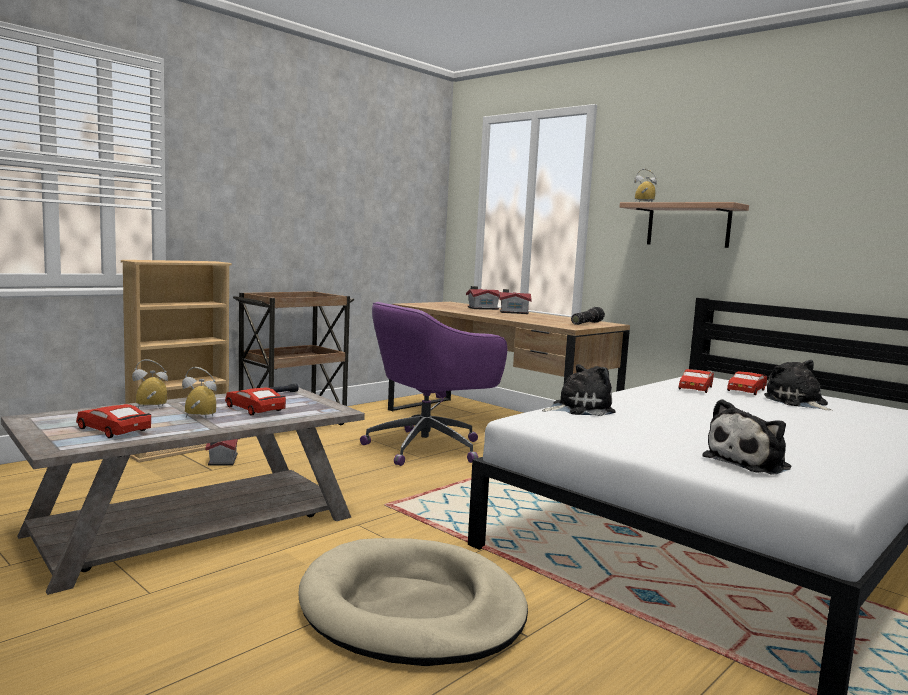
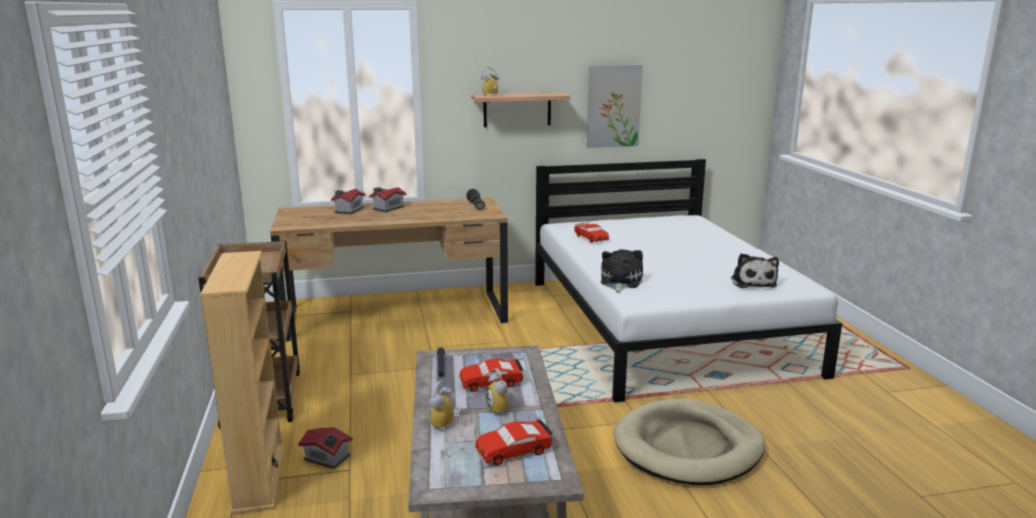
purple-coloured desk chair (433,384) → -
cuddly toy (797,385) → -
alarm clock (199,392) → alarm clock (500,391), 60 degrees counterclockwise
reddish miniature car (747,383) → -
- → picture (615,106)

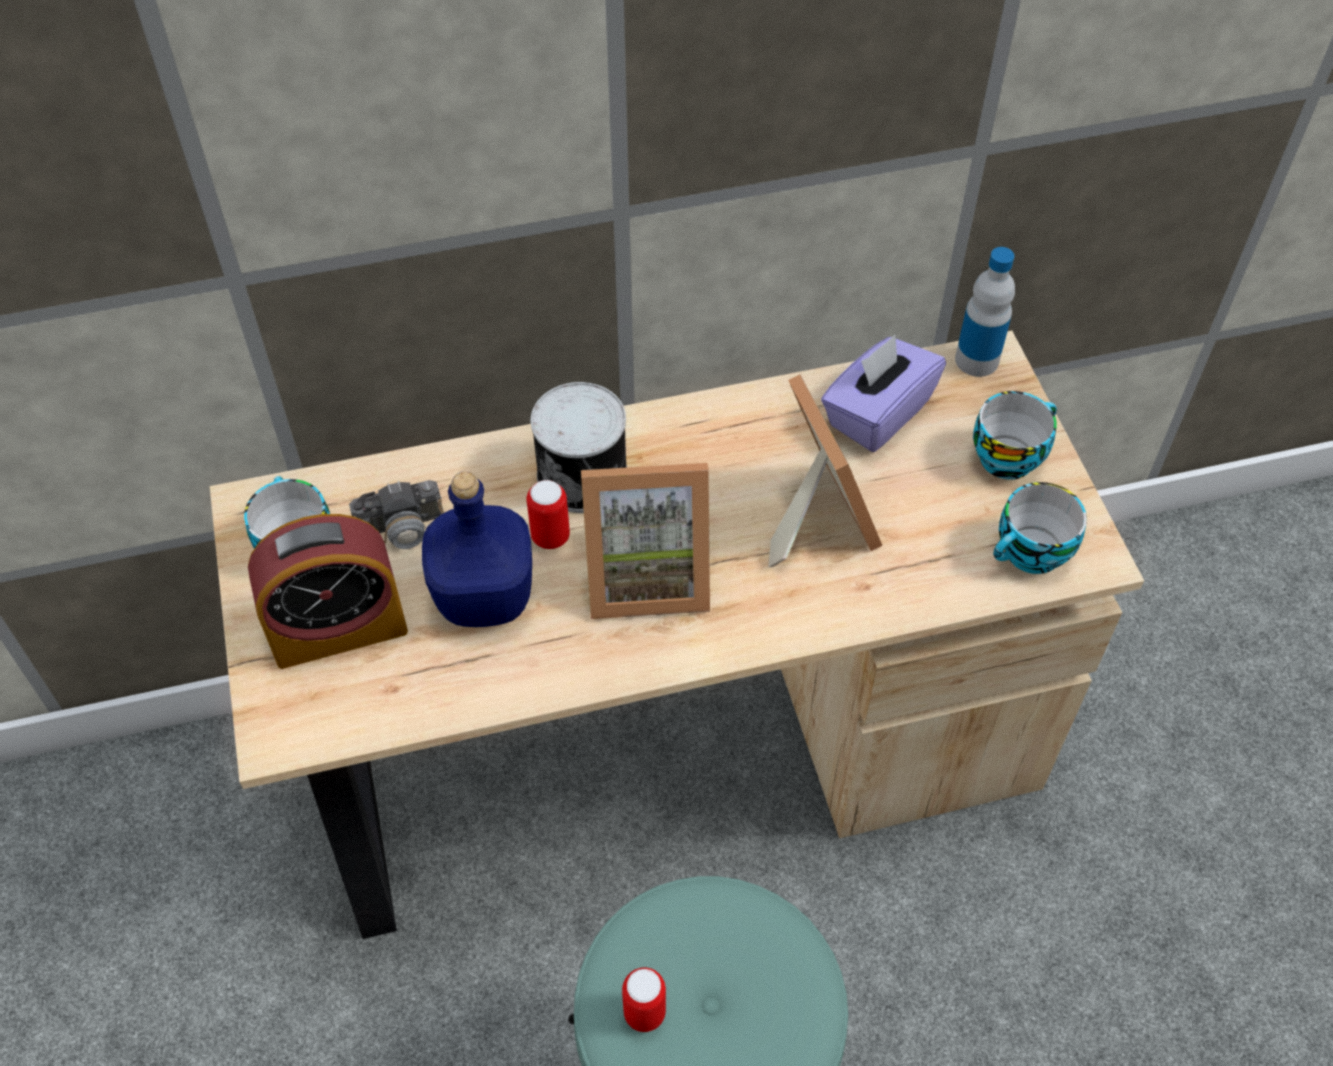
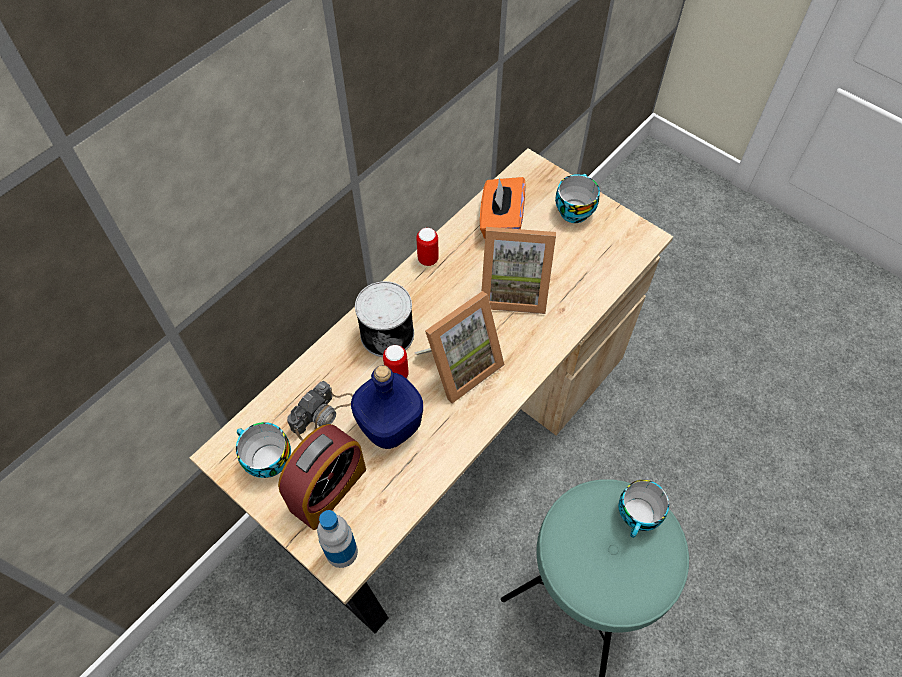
beverage bottle (985,312) → beverage bottle (337,539), move
purple-coloured tissue box (883,393) → orangey tissue box (503,208)
standing frame (825,470) → standing frame (518,270), 150 degrees clockwise
small cup (1040,528) → small cup (643,509), move
metal can (644,999) → metal can (427,247), move

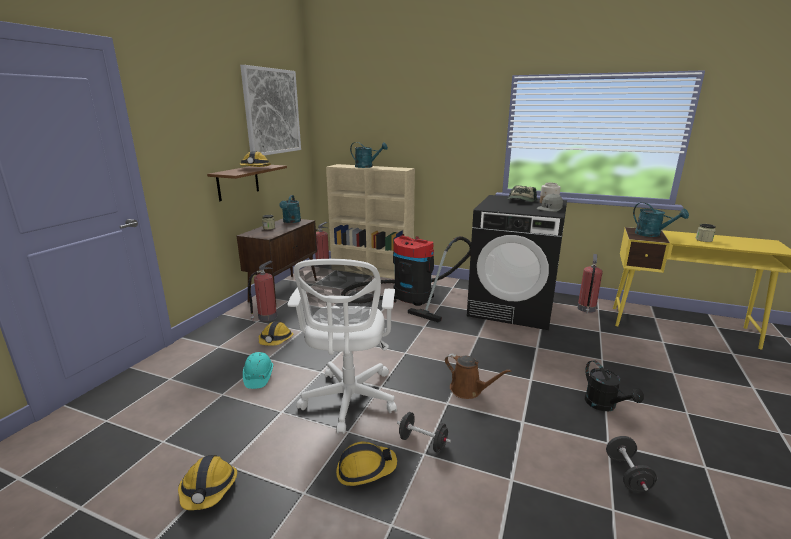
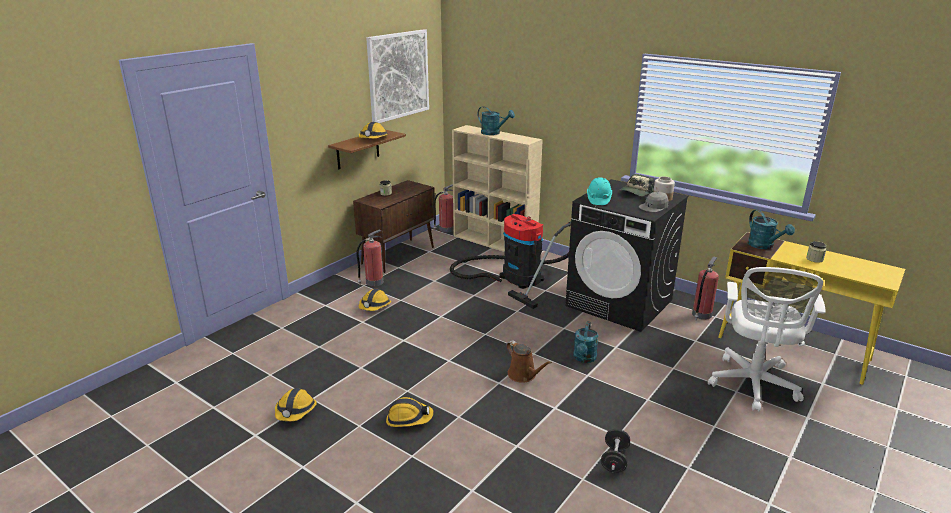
turquoise-coloured watering pot (290,209) → turquoise-coloured watering pot (585,342), move
whitish desk chair (342,346) → whitish desk chair (767,339), move
turquoise-coloured hard hat (258,370) → turquoise-coloured hard hat (599,191), move
black-coloured watering pot (614,385) → -
black-coloured hand weight (424,432) → -

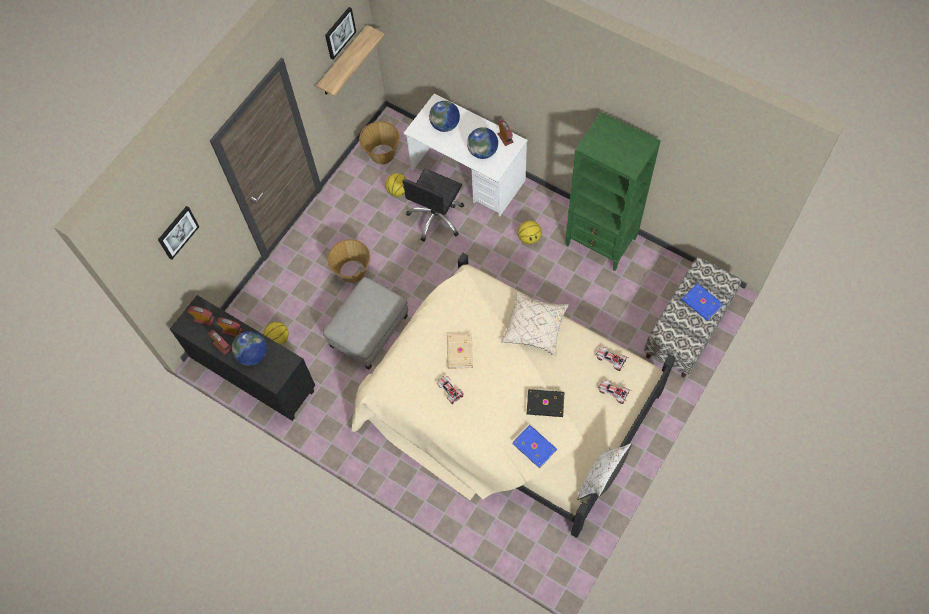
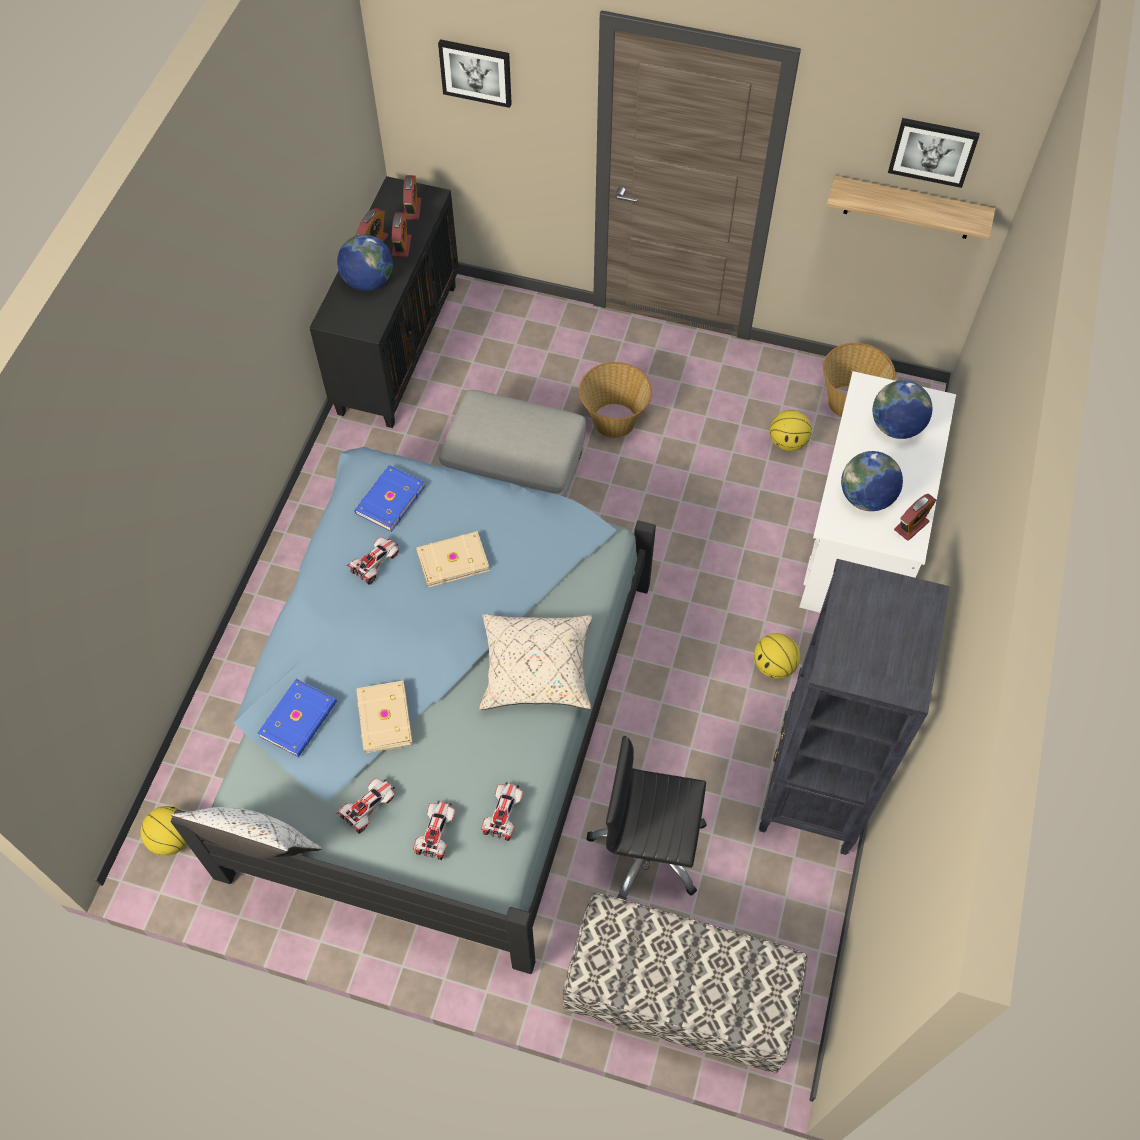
green bookshelf (613,191) → black-coloured bookshelf (854,707)
black-coloured desk chair (433,205) → black-coloured desk chair (646,818), move
beige bed (514,395) → blue bed (413,710)
blue volume (703,302) → blue volume (389,498), move
basketball (276,333) → basketball (164,831), move
black-coloured volume (545,403) → beige volume (384,717)
- → miniature car (365,805)

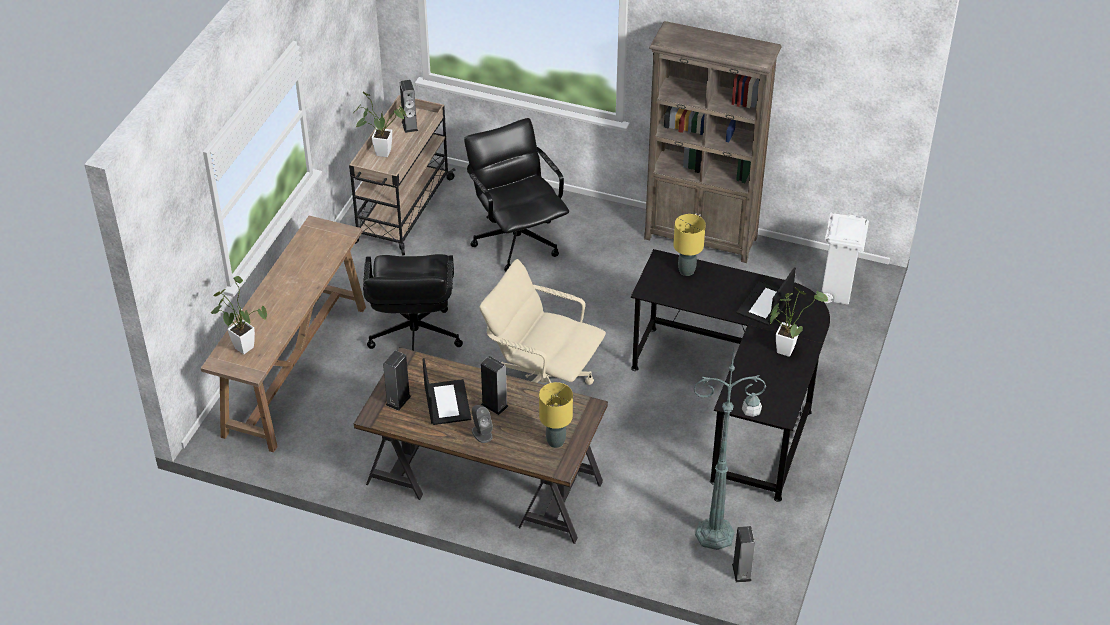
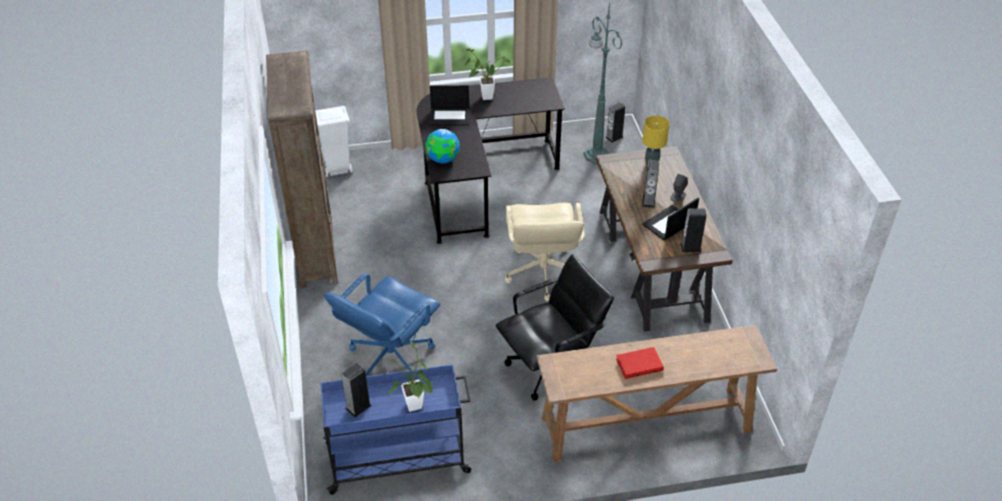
beige wheeled cart (402,175) → blue wheeled cart (395,429)
black-coloured desk chair (516,195) → blue desk chair (382,324)
yellow-coloured table lamp (689,245) → globe (442,146)
houseplant (238,315) → -
- → reddish volume (640,363)

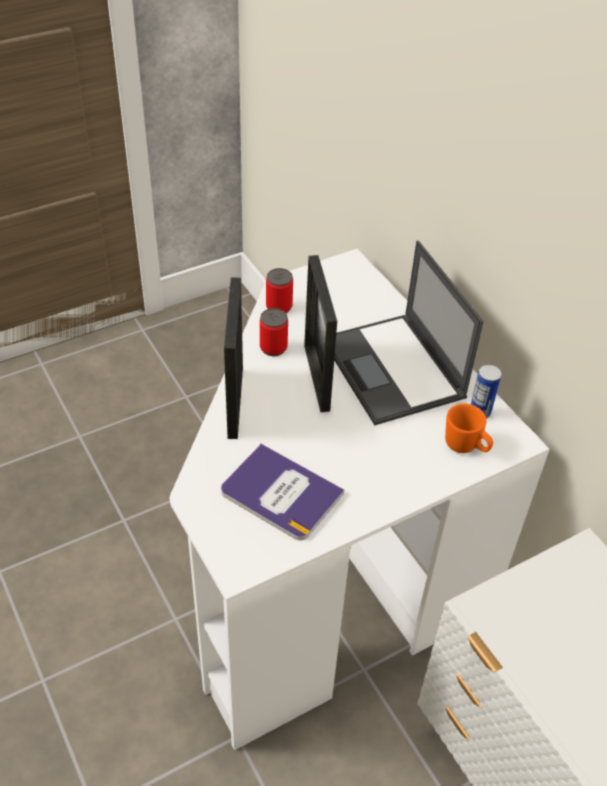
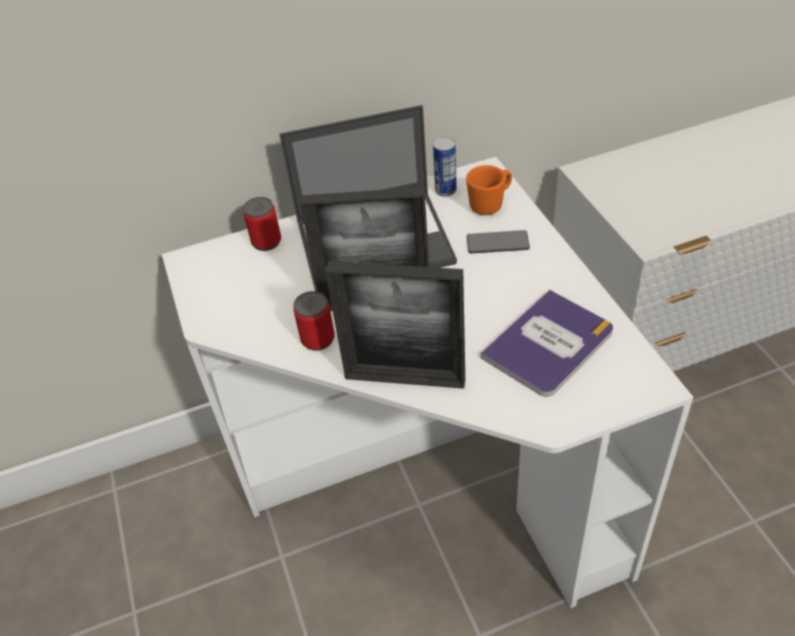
metal can (279,290) → metal can (262,224), move
- → phone (498,241)

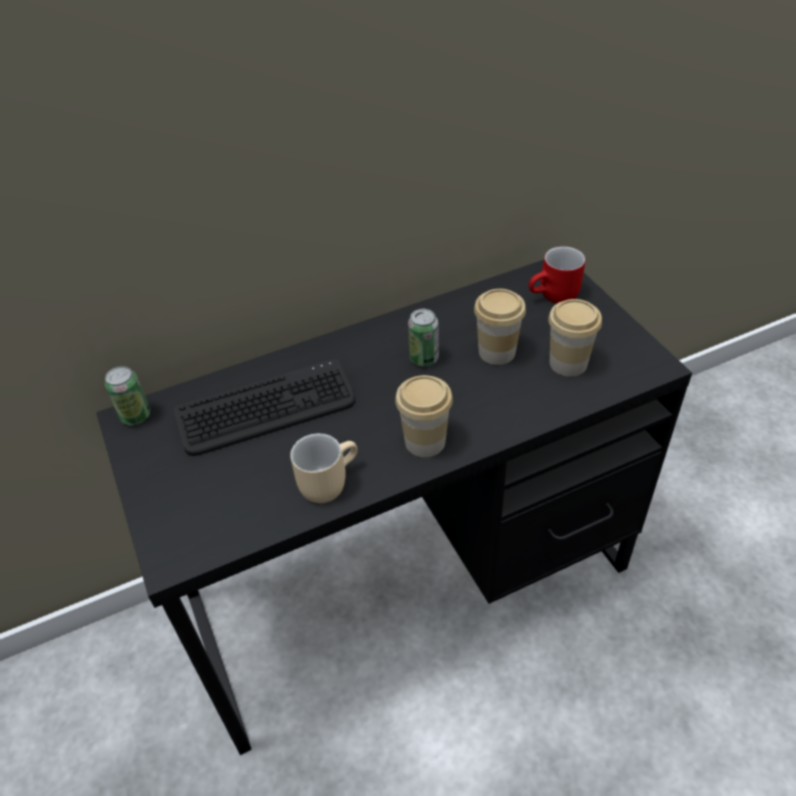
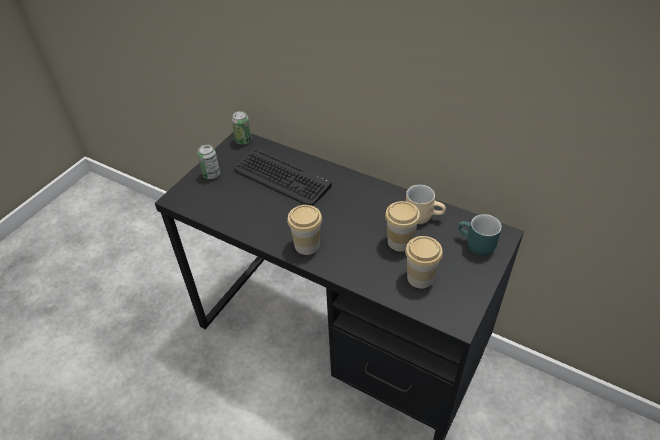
reddish tea mug (557,274) → turquoise-coloured tea mug (480,235)
metal can (423,337) → metal can (209,162), move
beige tea mug (324,468) → beige tea mug (426,204), move

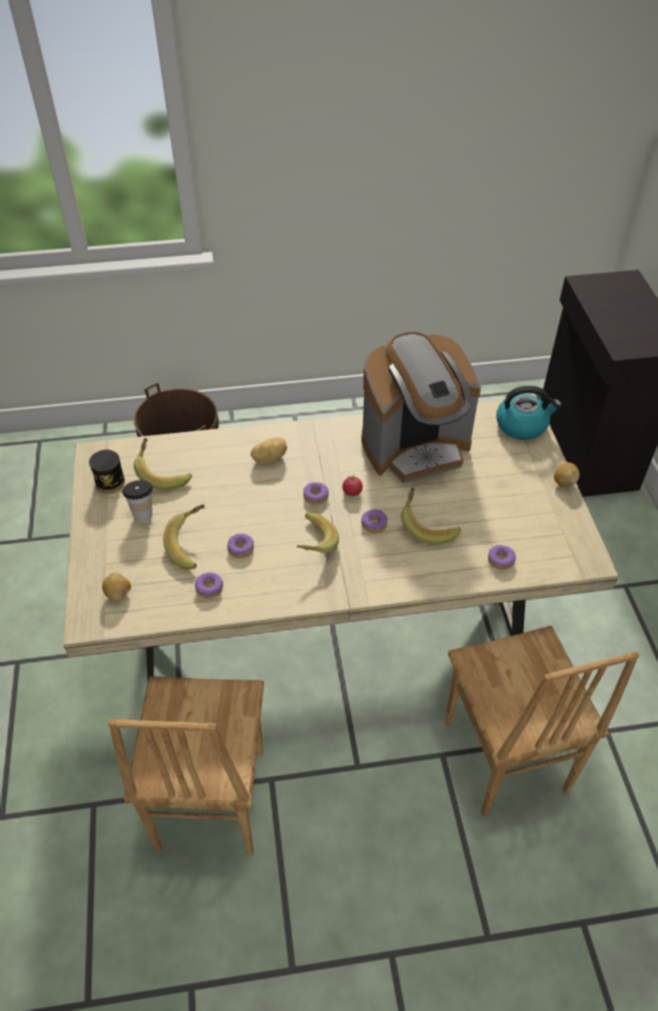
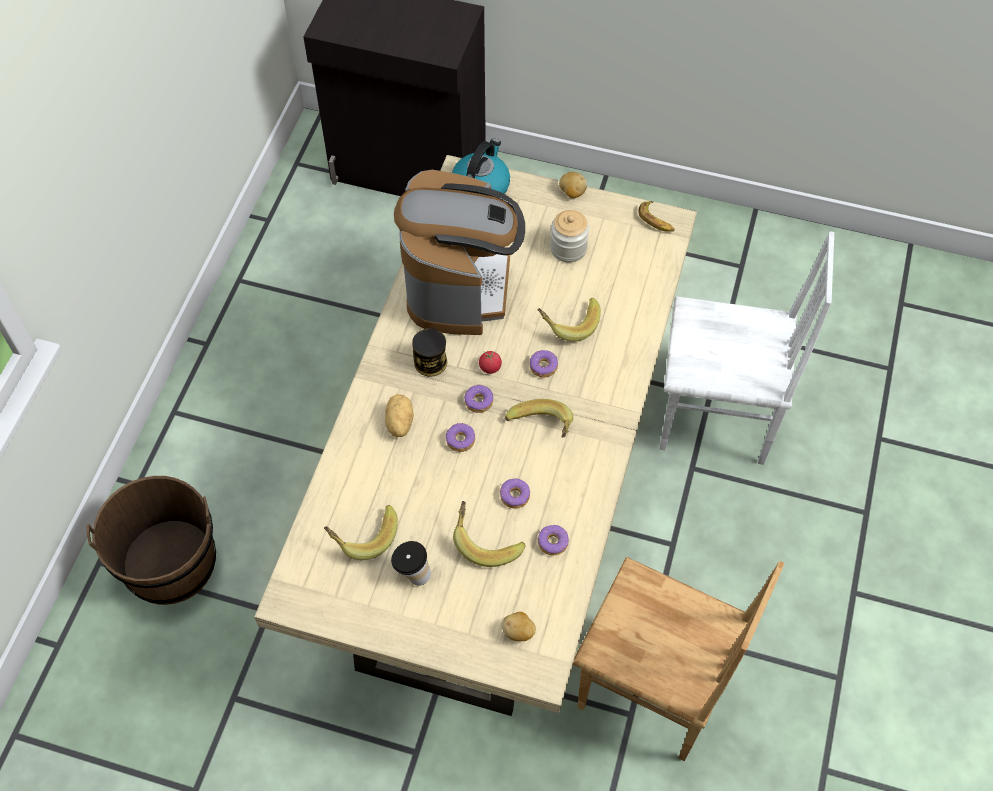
metal can (107,471) → metal can (429,352), move
doughnut (502,557) → doughnut (460,437), move
brown plain chair (542,721) → whitish plain chair (747,348)
- → banana fruit (656,216)
- → jar (569,236)

